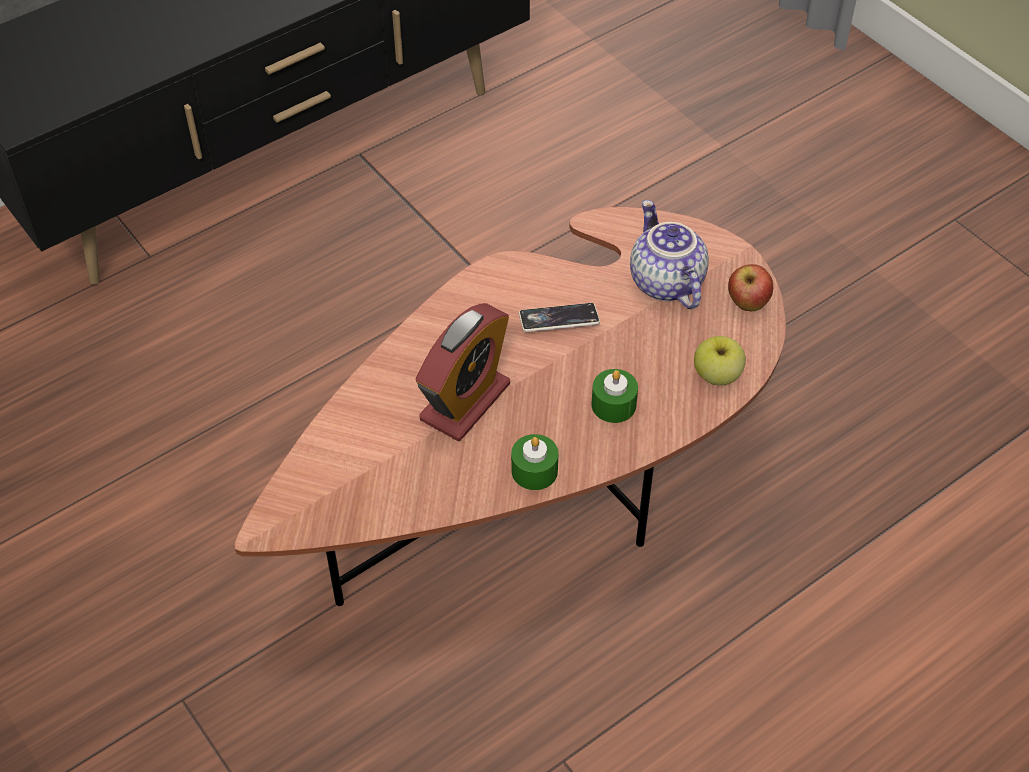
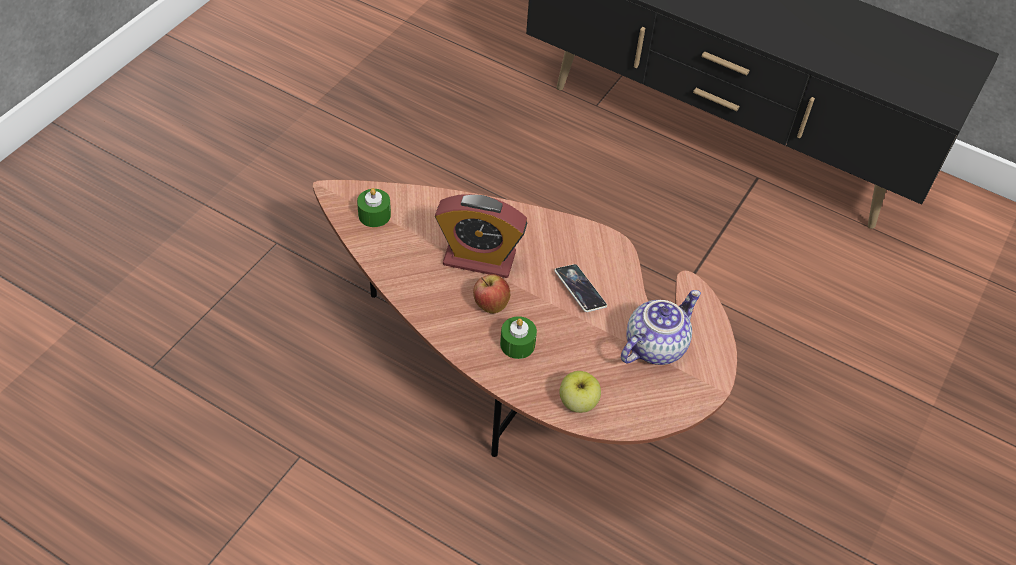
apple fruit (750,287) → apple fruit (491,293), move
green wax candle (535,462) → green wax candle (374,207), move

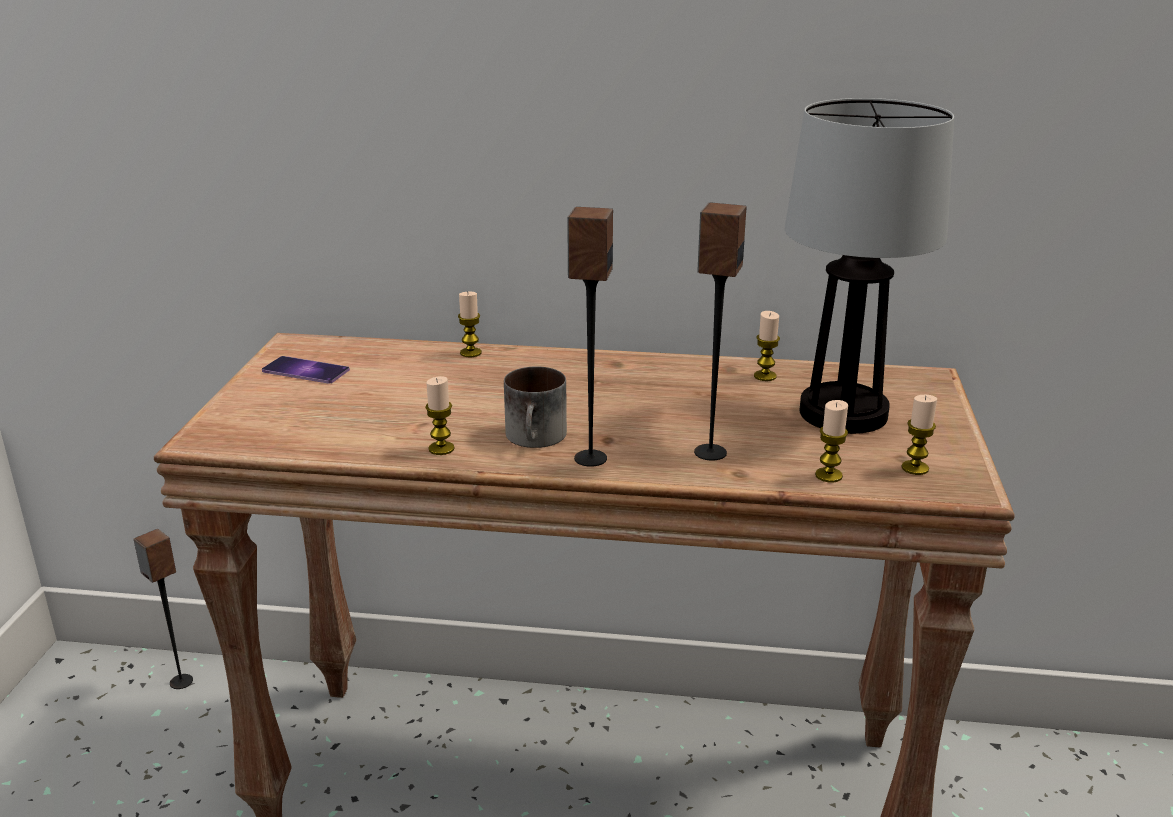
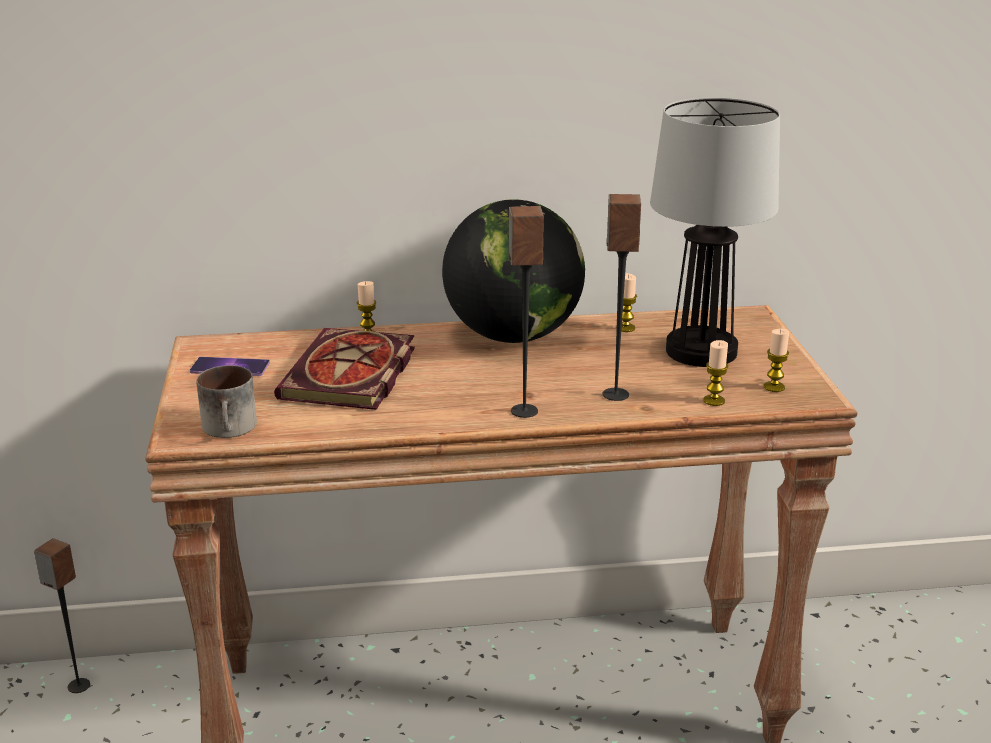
tea mug (535,407) → tea mug (226,401), move
wax candle (439,415) → -
- → globe (513,271)
- → volume (344,369)

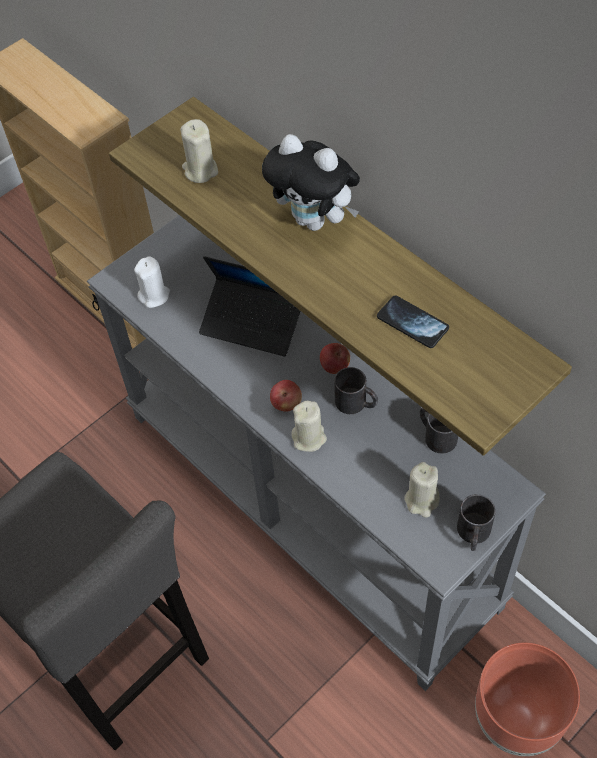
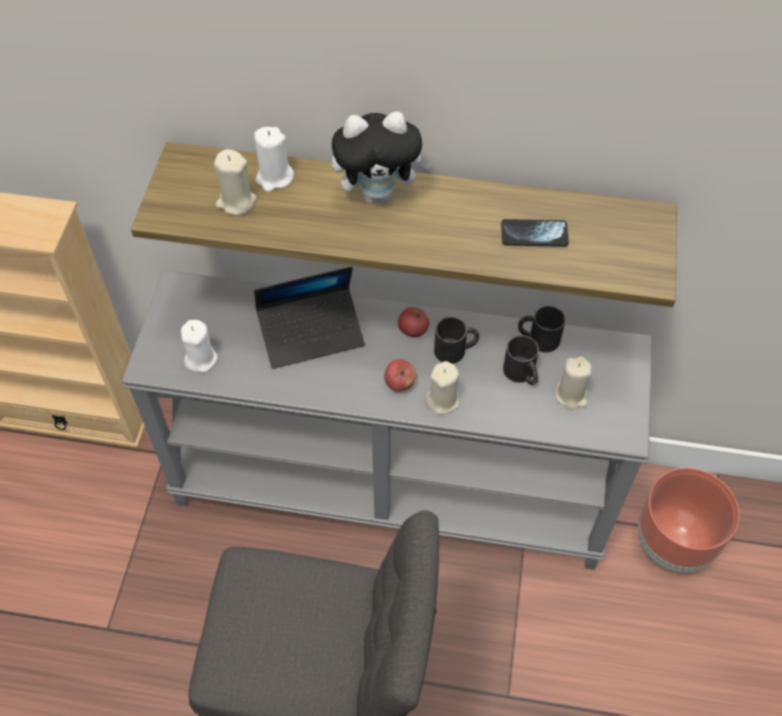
black-coloured tea mug (476,522) → black-coloured tea mug (521,360), move
- → whitish wax candle (274,159)

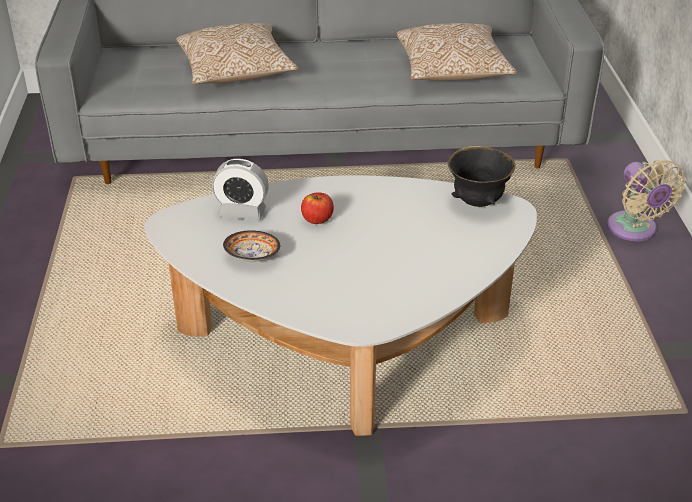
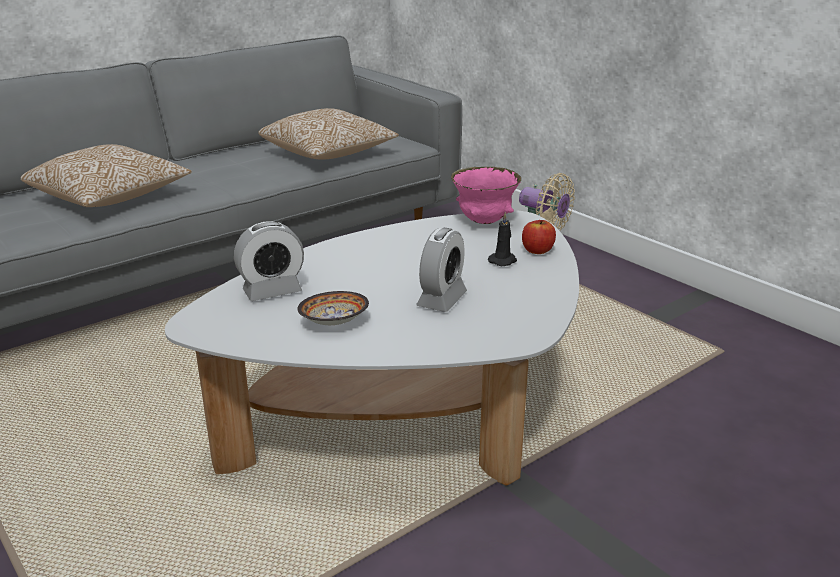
black-coloured deep dish (482,176) → pink-coloured deep dish (486,195)
apple fruit (317,208) → apple fruit (539,237), move
- → black-coloured wax candle (502,239)
- → alarm clock (441,270)

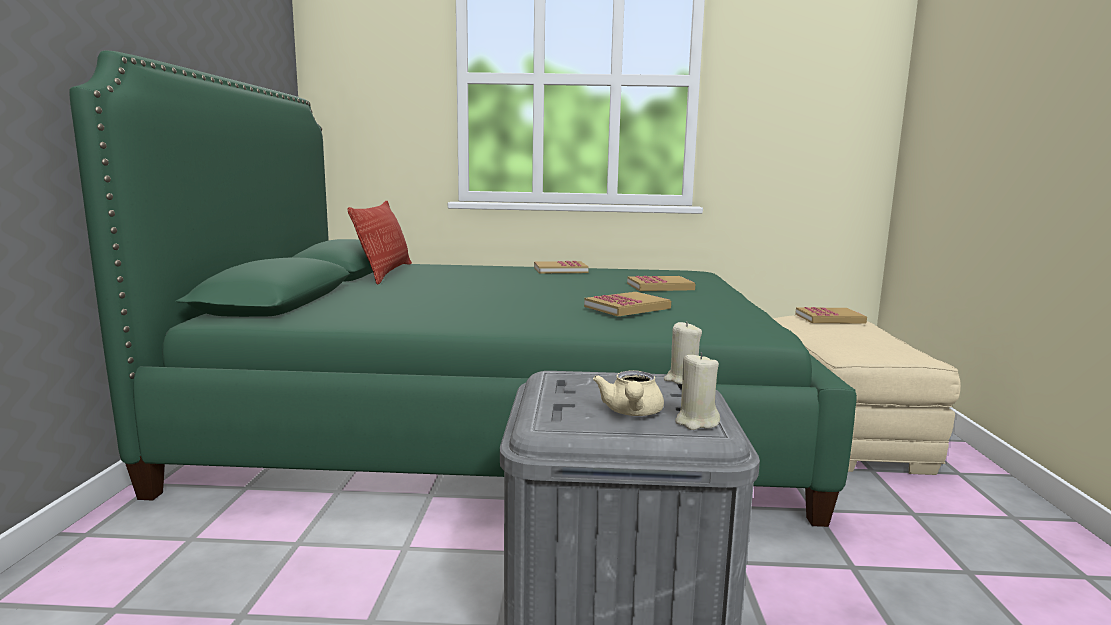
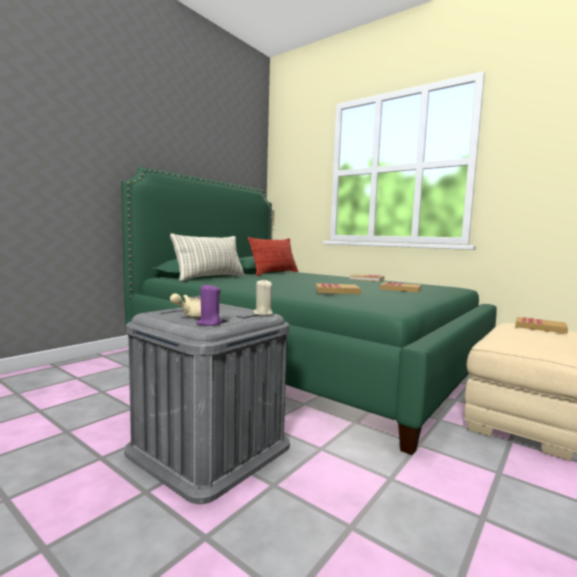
beige wax candle (697,391) → purple-coloured wax candle (209,305)
- → pillow (207,258)

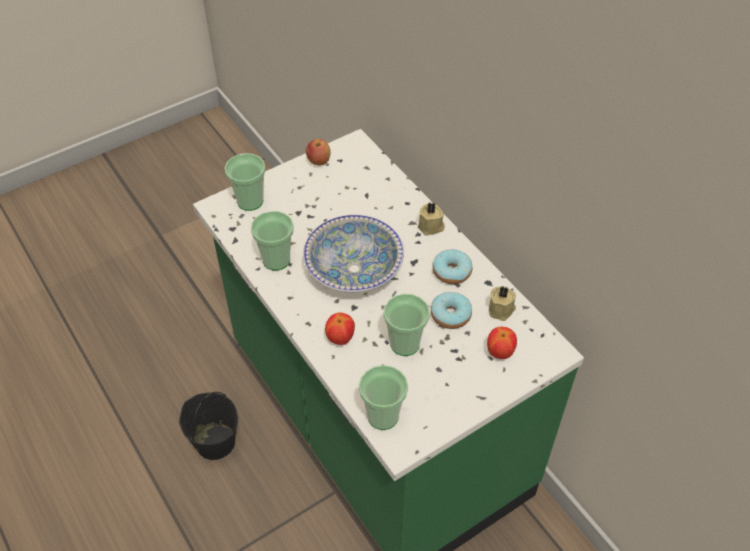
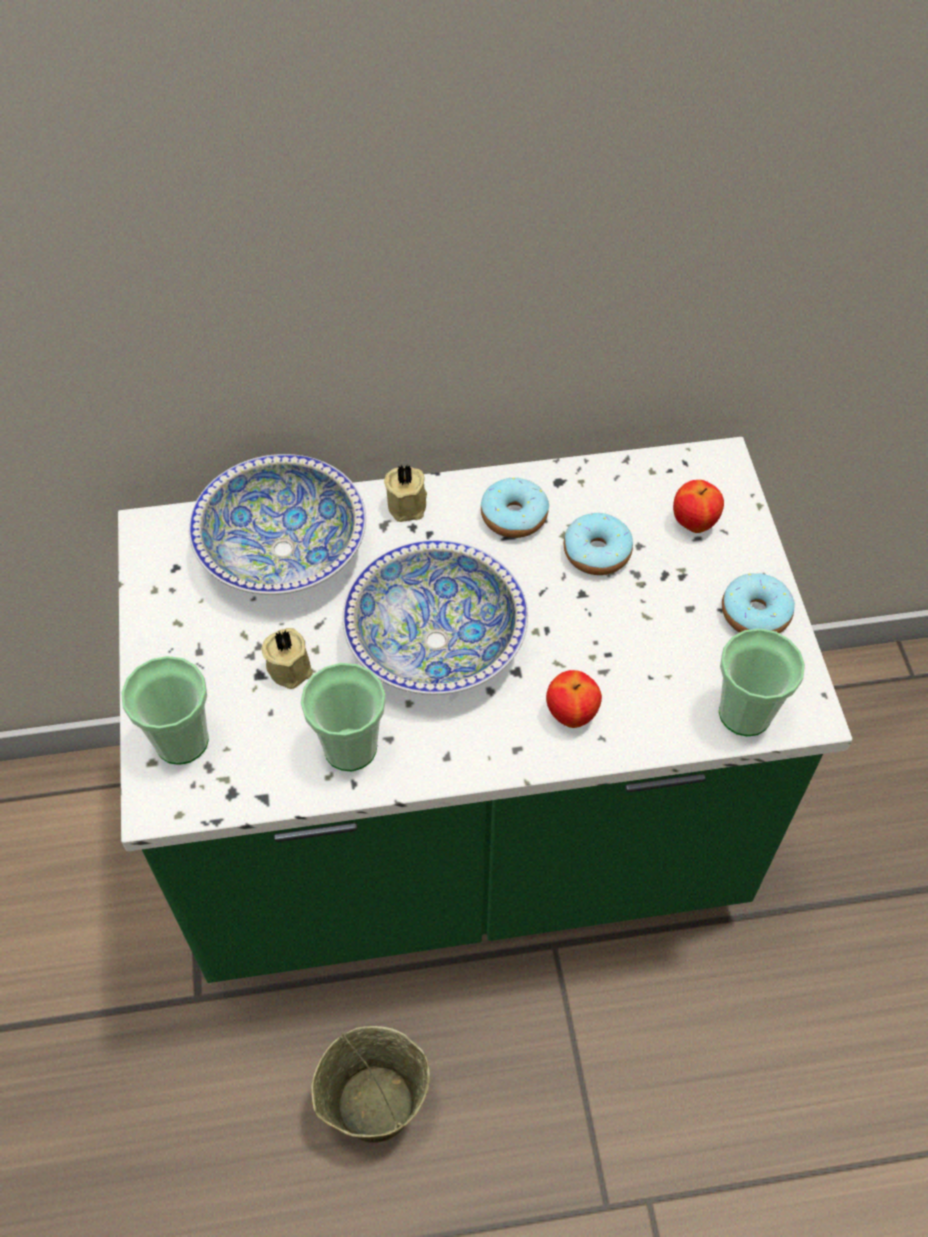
apple fruit (318,152) → -
beige wax candle (502,303) → beige wax candle (287,658), move
small cup (407,325) → -
black-coloured water bucket (208,426) → beige water bucket (370,1084)
- → deep dish (277,524)
- → doughnut (758,603)

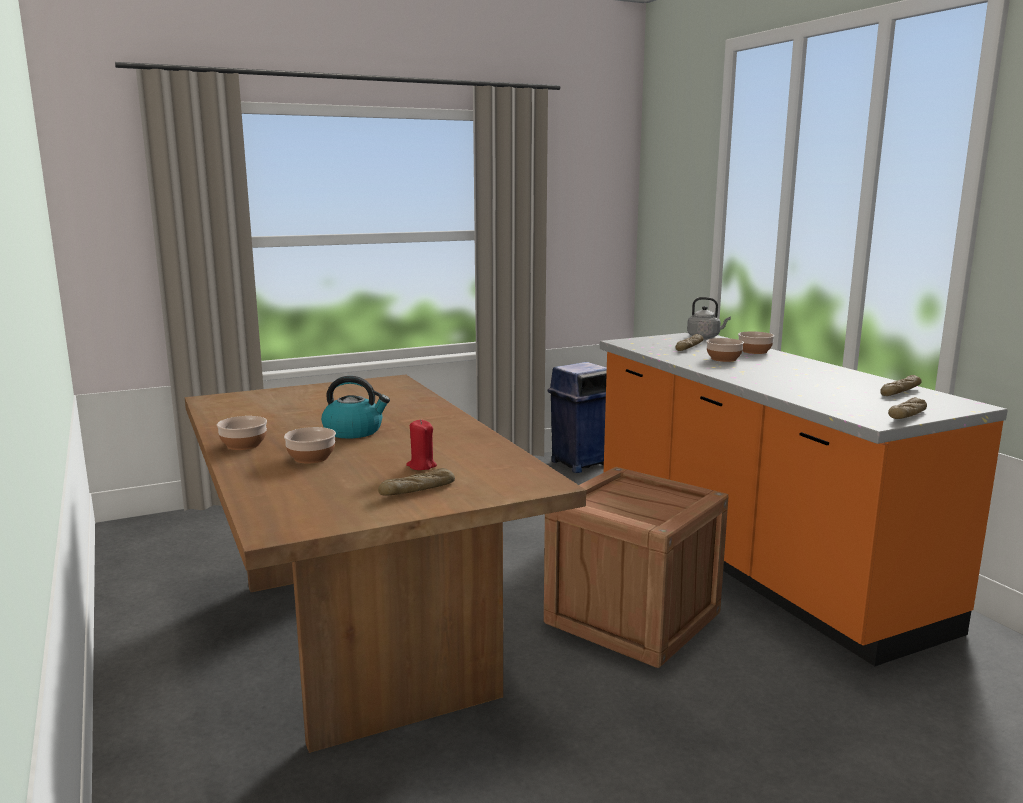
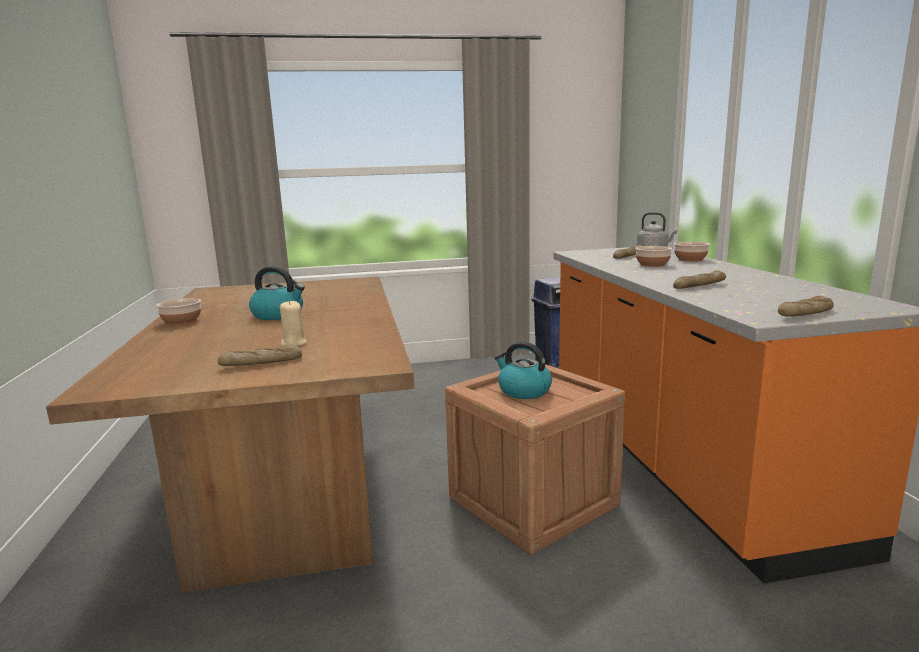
bread (901,385) → bread (699,279), move
reddish wax candle (421,445) → beige wax candle (293,323)
deep dish (310,445) → -
- → kettle (523,370)

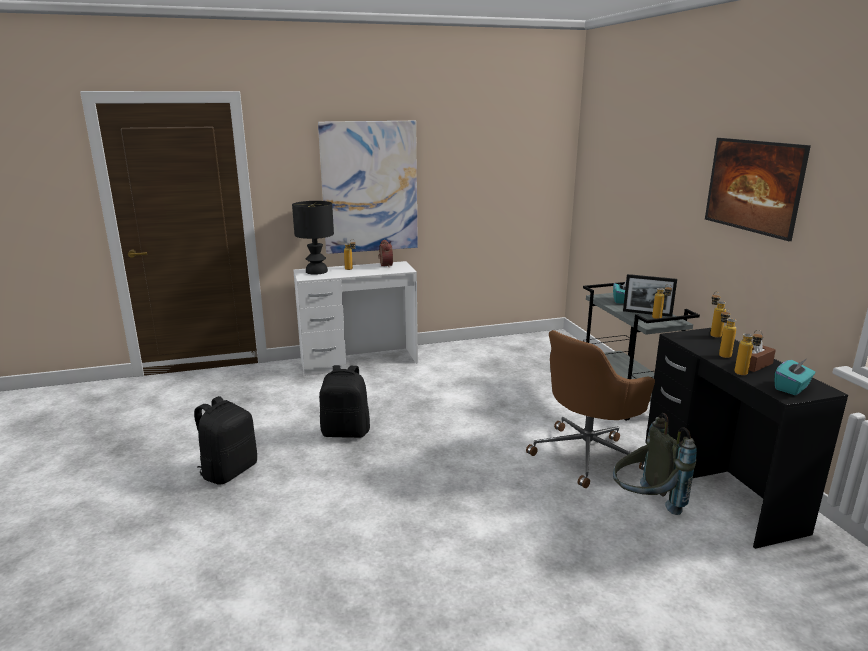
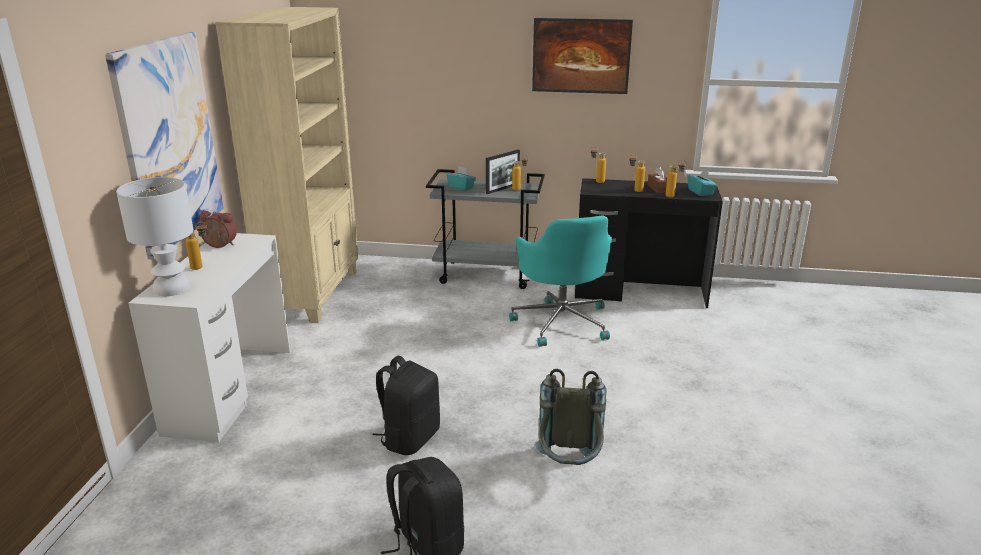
black-coloured table lamp (313,238) → whitish table lamp (154,236)
brown desk chair (590,409) → turquoise-coloured desk chair (560,281)
gray backpack (655,464) → gray backpack (570,417), move
- → beige bookshelf (286,165)

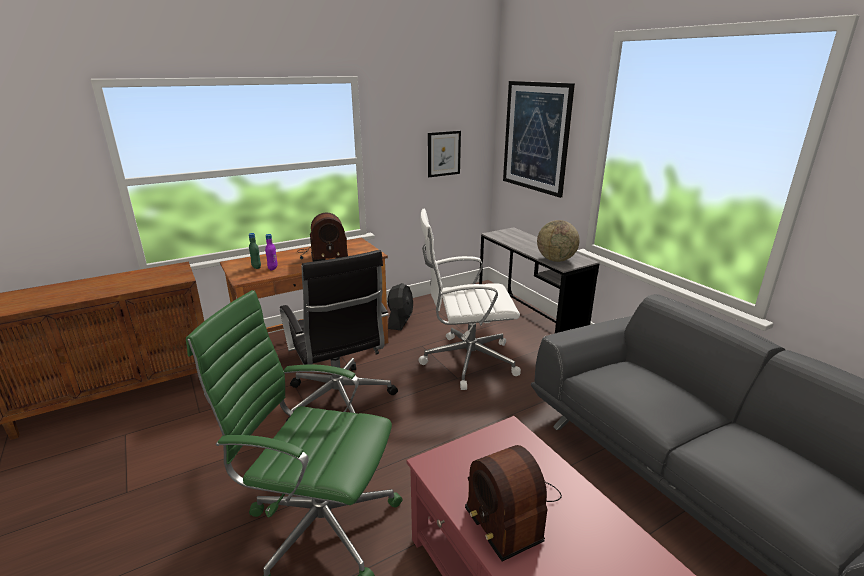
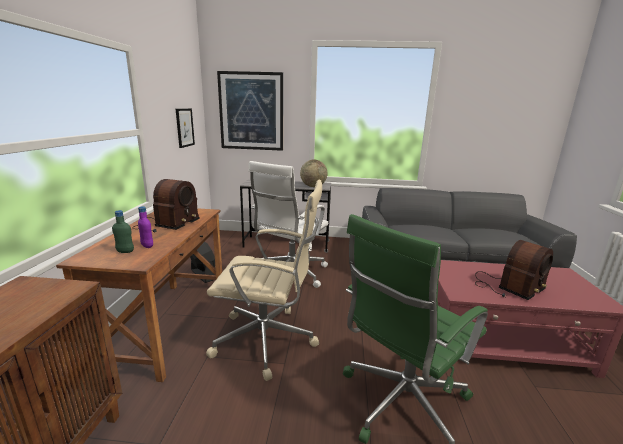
black-coloured desk chair (339,335) → beige desk chair (264,280)
radio (513,503) → radio (514,270), 45 degrees counterclockwise

